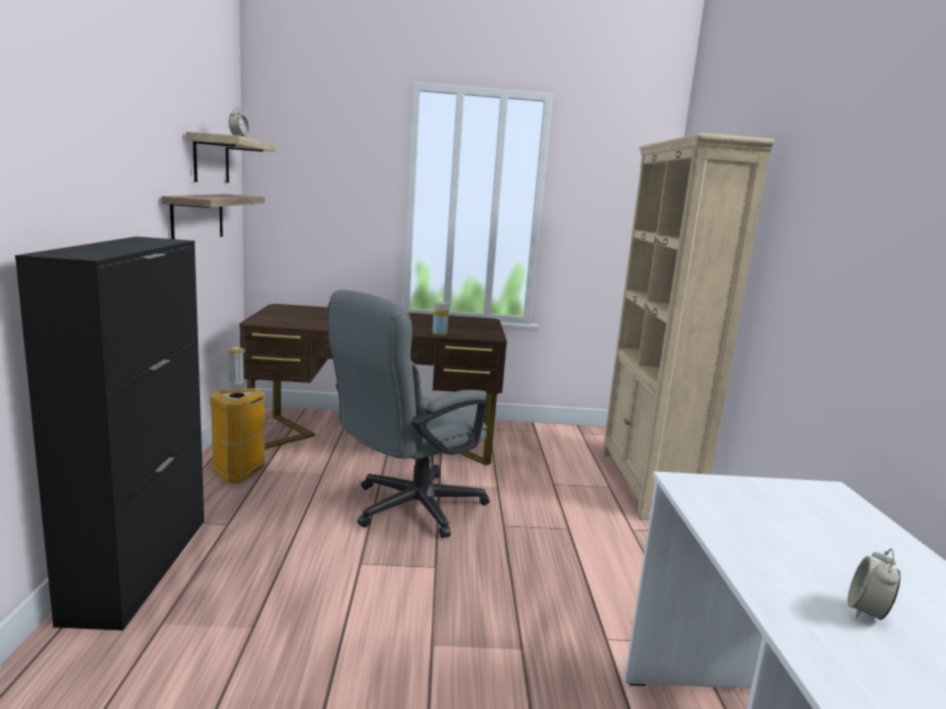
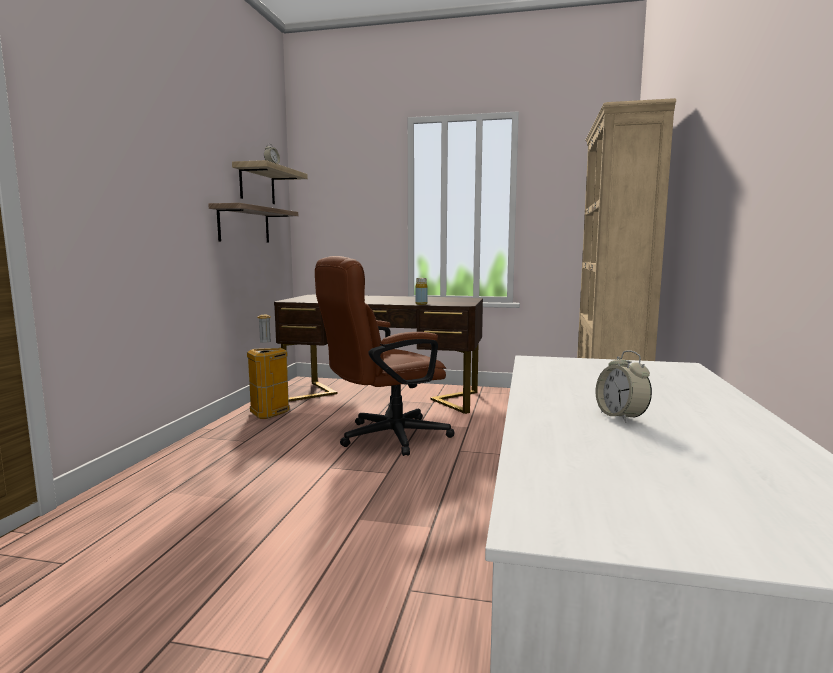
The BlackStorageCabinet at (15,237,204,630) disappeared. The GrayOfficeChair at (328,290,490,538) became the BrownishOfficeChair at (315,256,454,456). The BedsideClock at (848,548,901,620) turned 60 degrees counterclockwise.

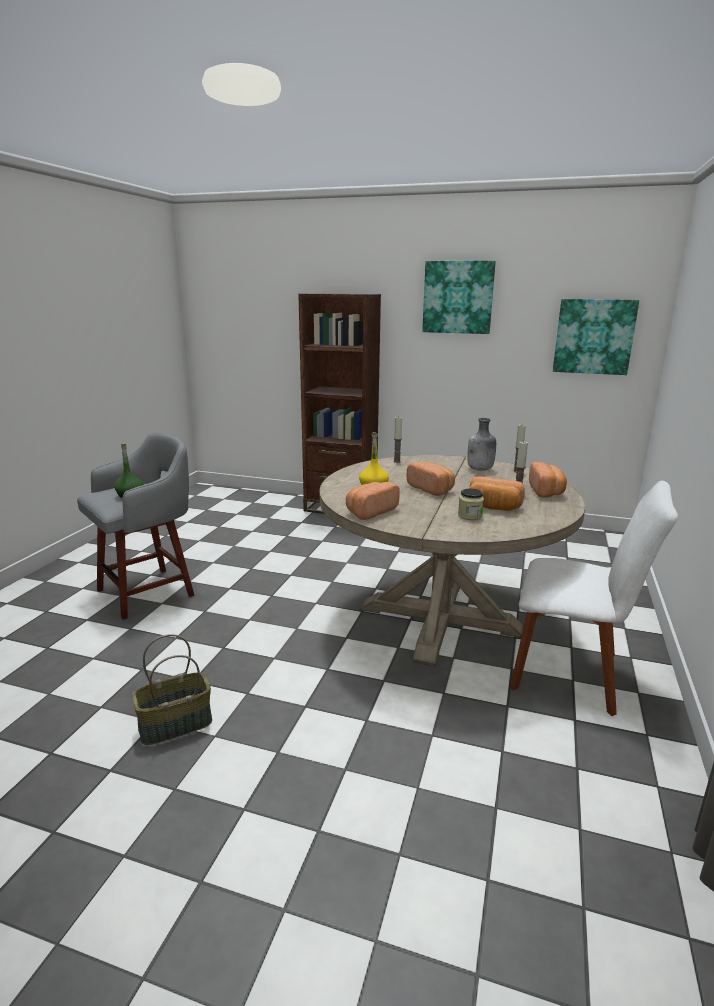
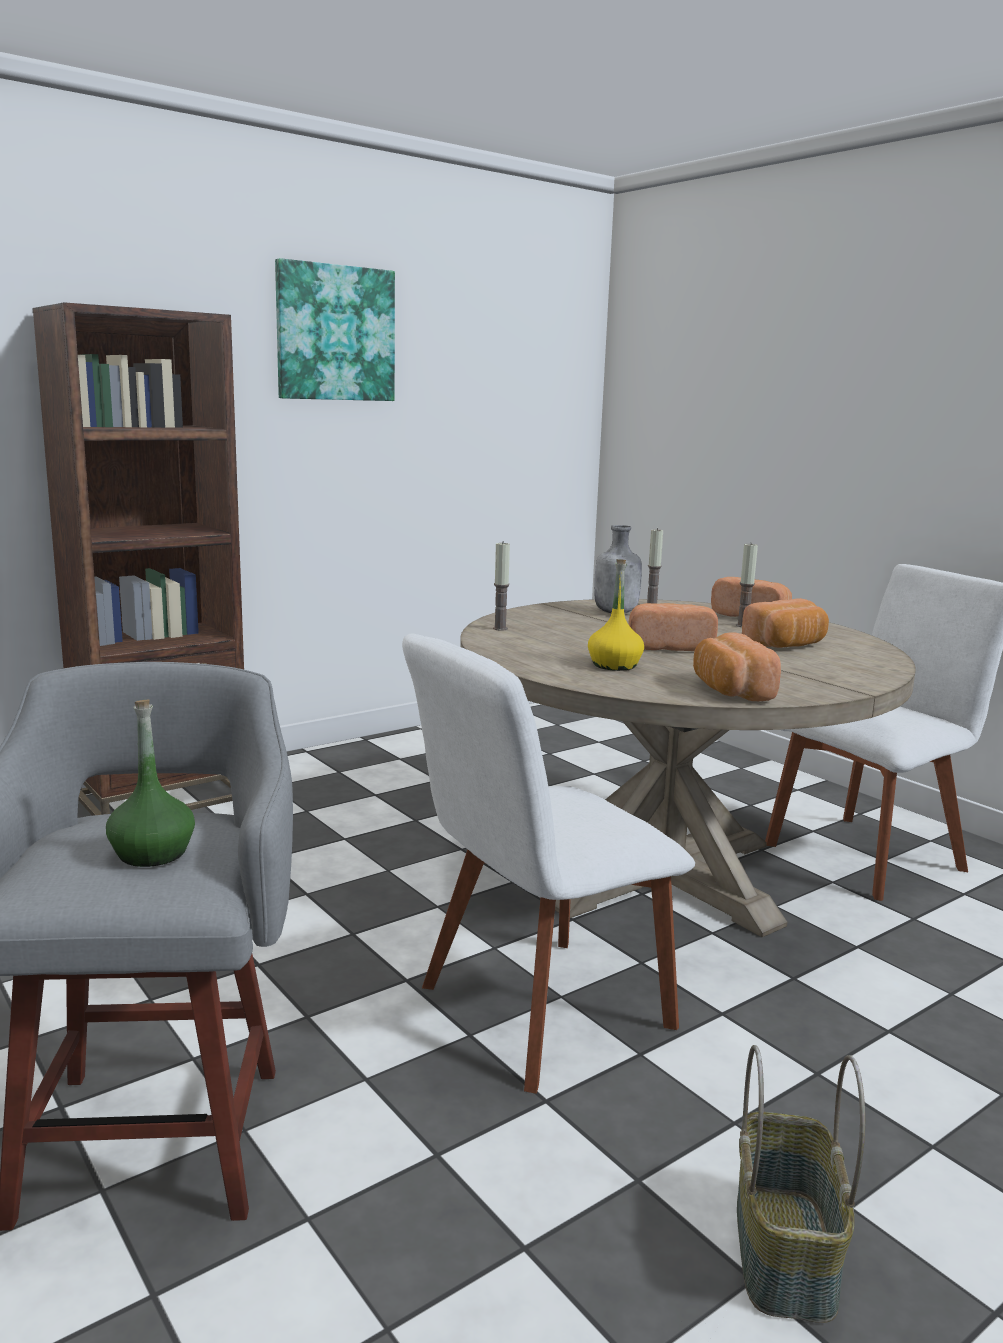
The WallArt at (553,299,639,375) disappeared. The StorageJar at (458,488,484,520) disappeared. The WhiteUprightChair at (402,633,695,1094) appeared.

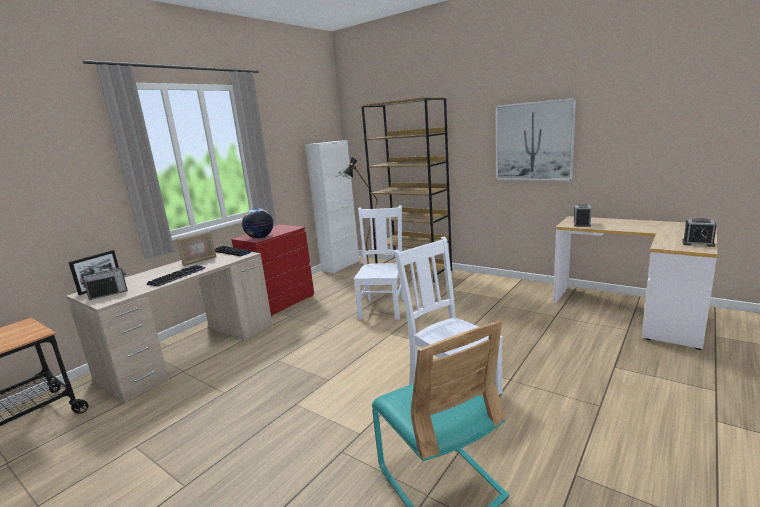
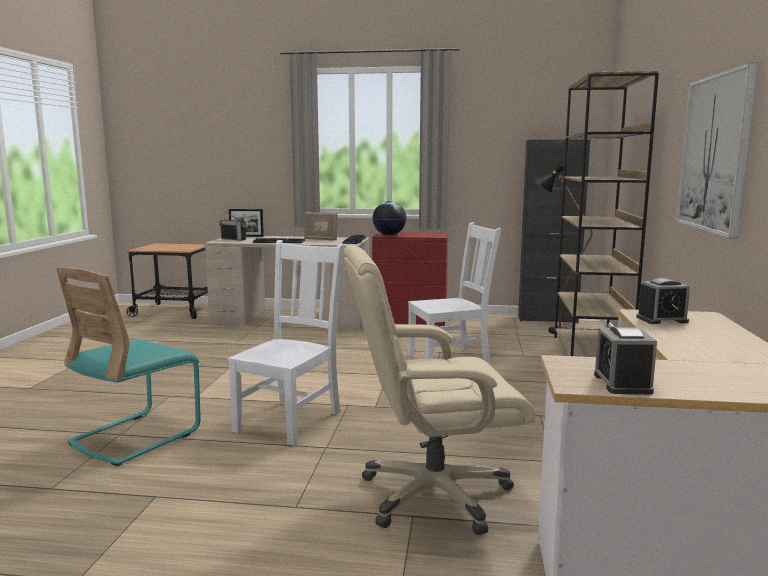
The WhiteStorageCabinet at (305,140,360,273) became the BlackStorageCabinet at (518,139,590,323). The SandColouredOfficeChair at (343,244,535,535) appeared.

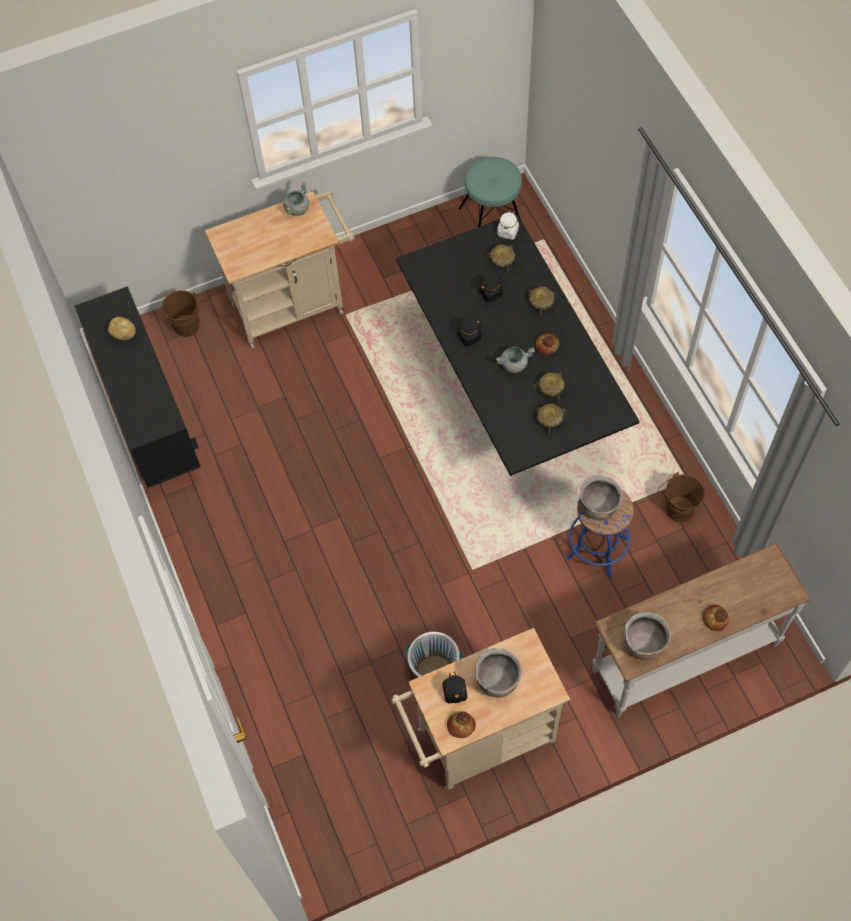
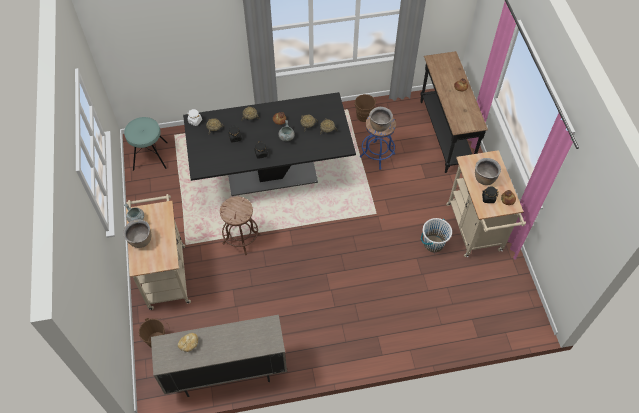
The BlackStorageCabinet at (75,286,200,488) became the SandColouredStorageCabinet at (151,315,287,397). The WhiteConsoleTable at (592,543,811,717) became the BlackConsoleTable at (420,51,488,173). The BrownishSaucepot moved from (624,612,671,660) to (123,219,151,248). The BrownishStool at (220,197,260,255) appeared.

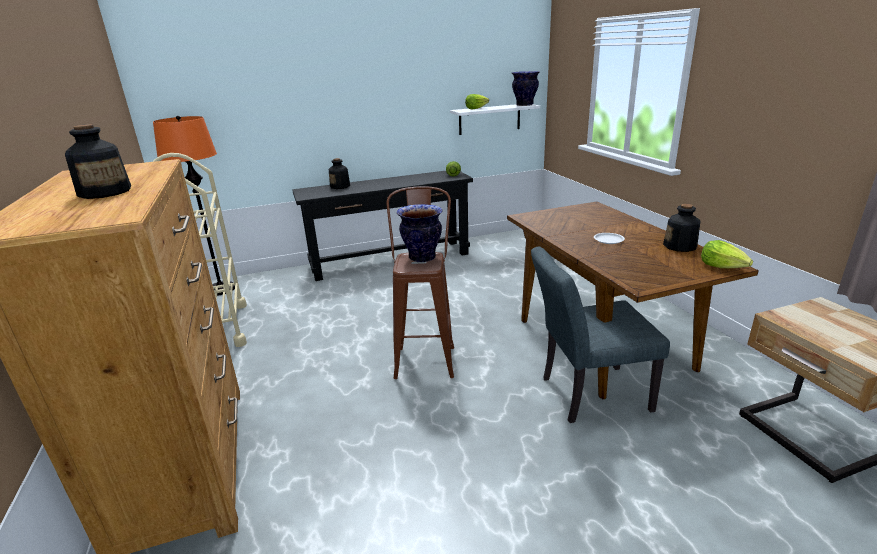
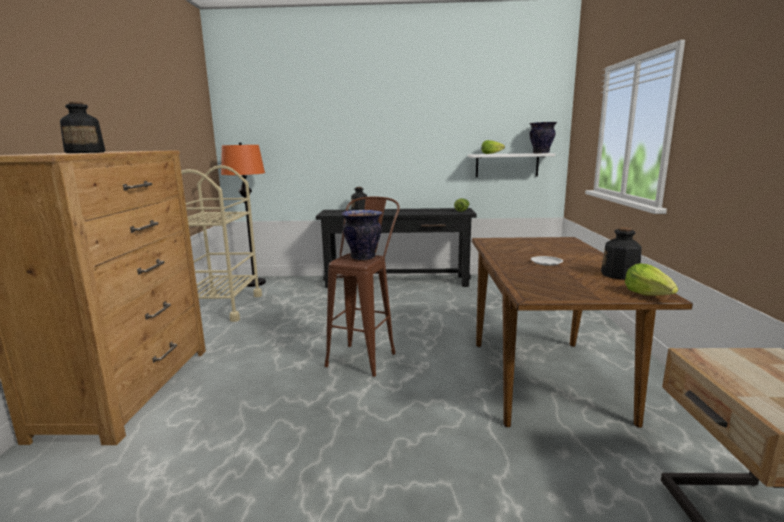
The GrayUprightChair at (531,247,670,423) disappeared.

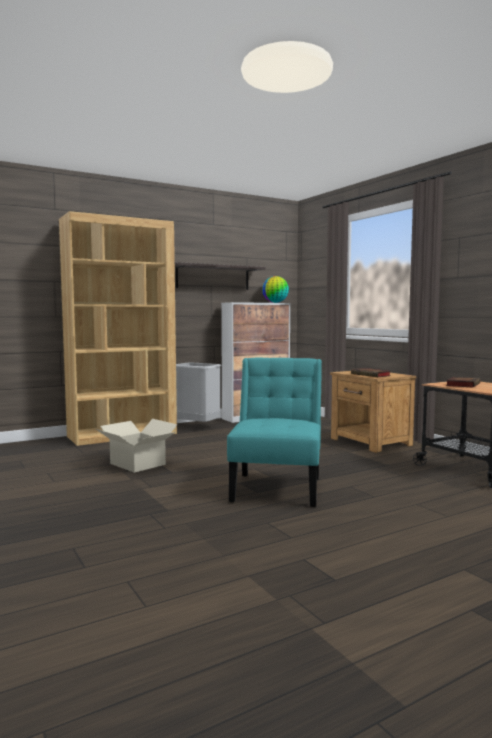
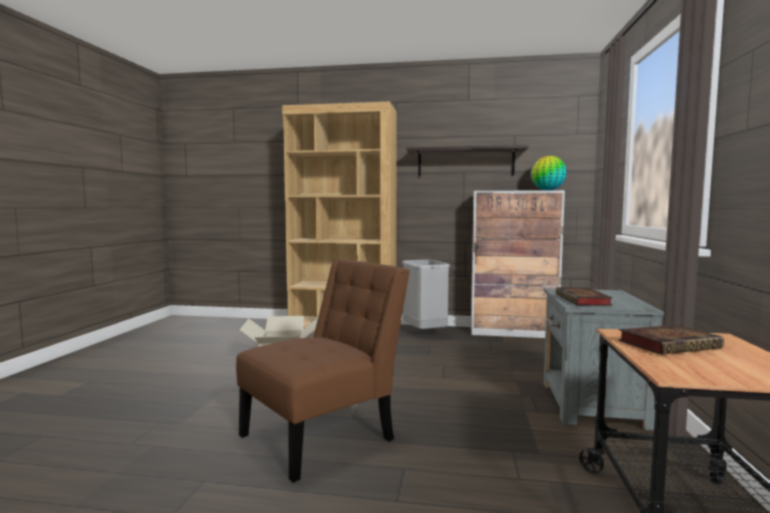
The TurquoiseColouredUprightChair at (227,358,322,507) became the BrownishUprightChair at (236,259,410,483). The BrownishBedsideTable at (330,371,417,453) became the GrayBedsideTable at (544,288,664,431).

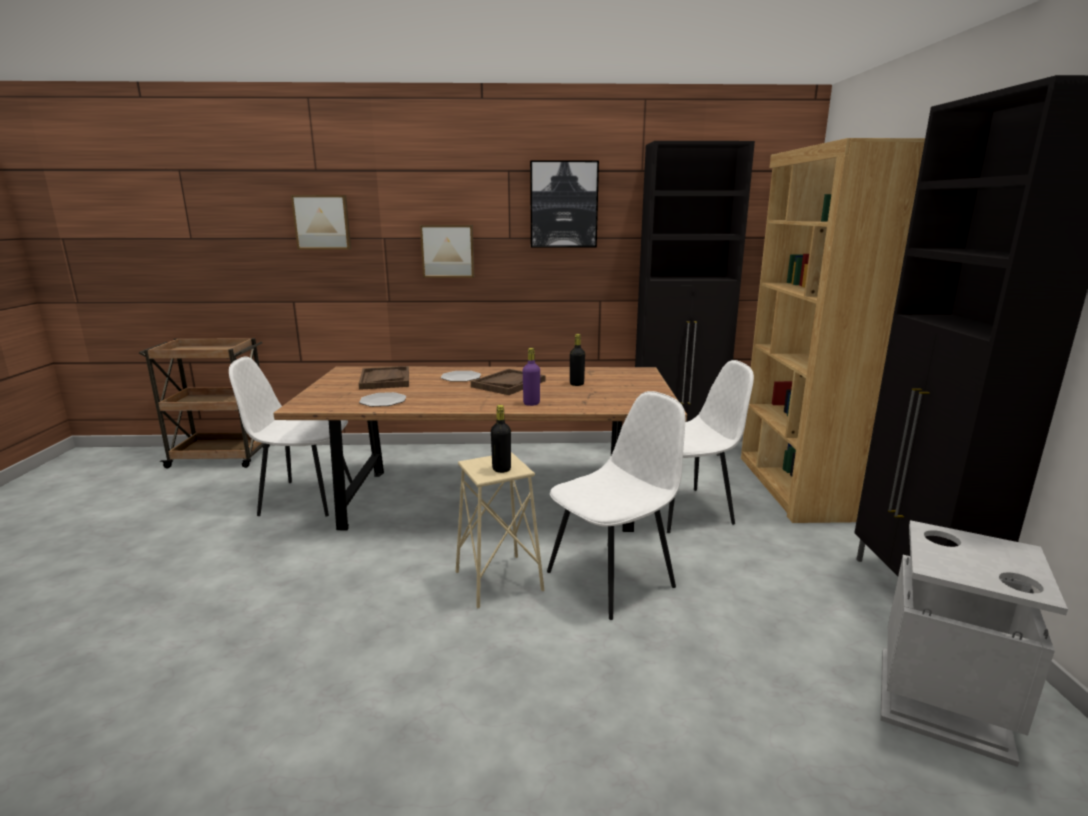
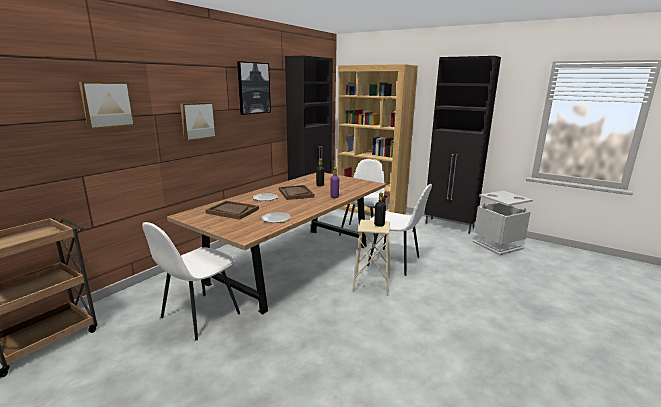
The WhiteUprightChair at (547,391,685,620) turned 120 degrees clockwise.

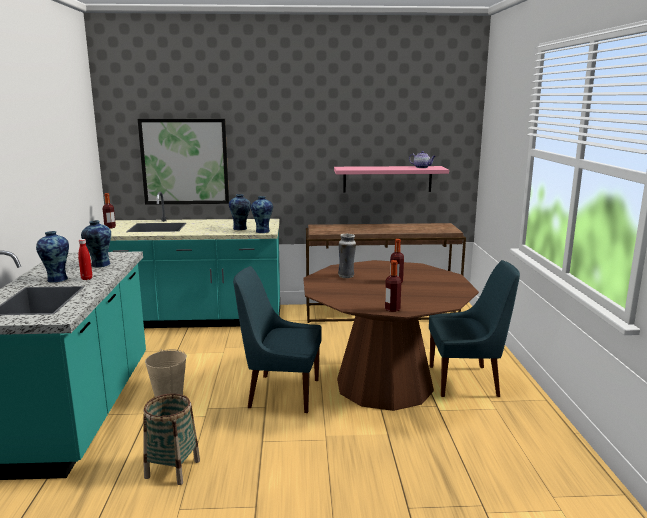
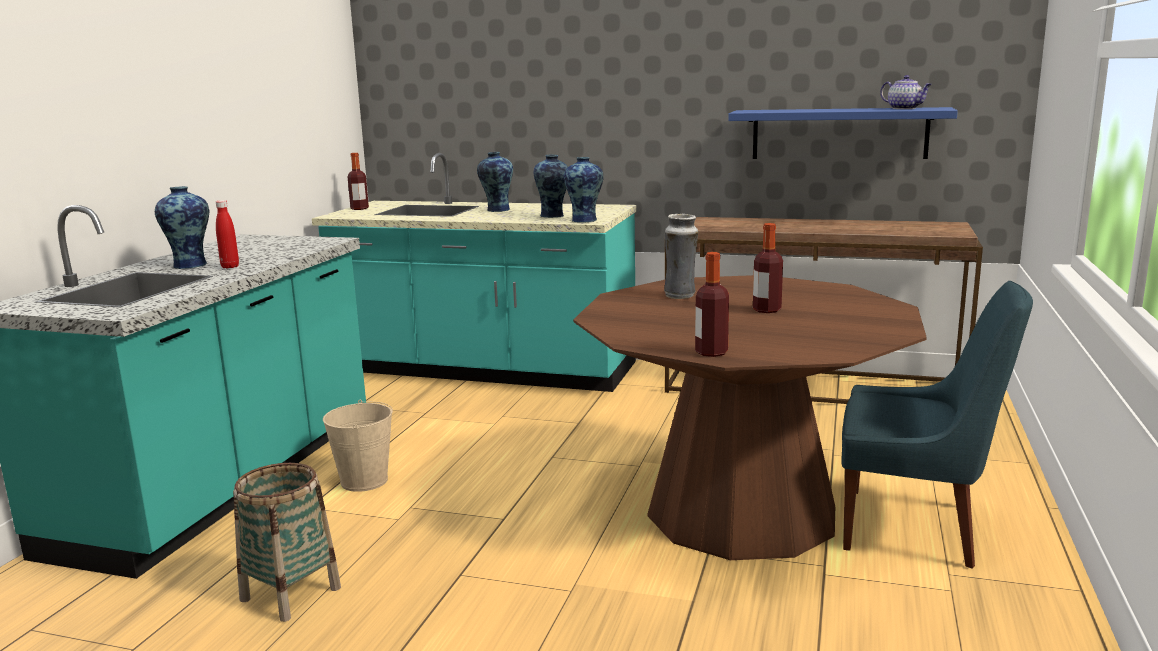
The WallArt at (138,119,229,205) disappeared. The PinkishWallShelf at (334,166,449,193) became the BluishWallShelf at (728,107,958,159). The DecorativeVase moved from (81,220,111,268) to (477,152,513,212). The BluishUprightChair at (233,266,322,413) disappeared.

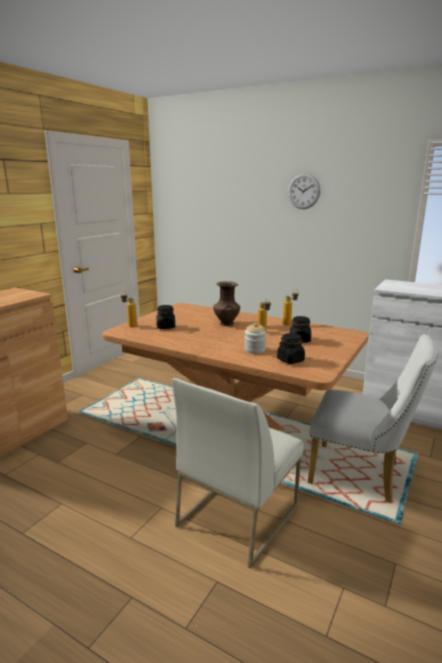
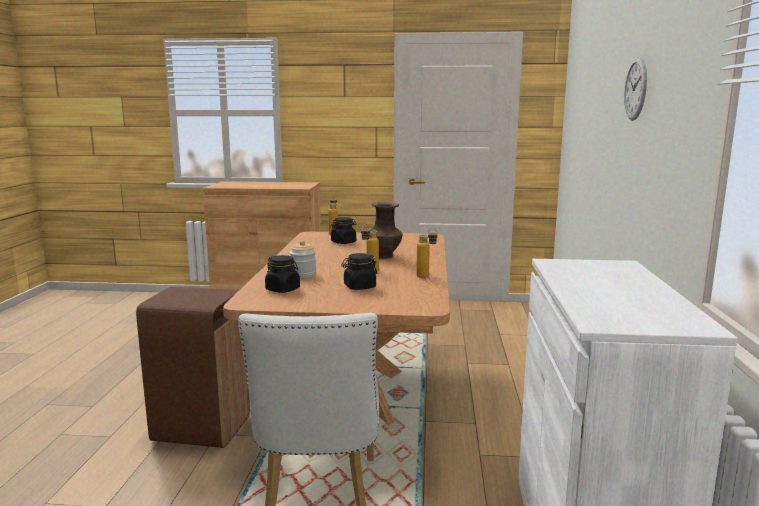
The WhiteUprightChair at (172,378,304,569) was replaced by the BrownishWasteBin at (136,287,250,448).

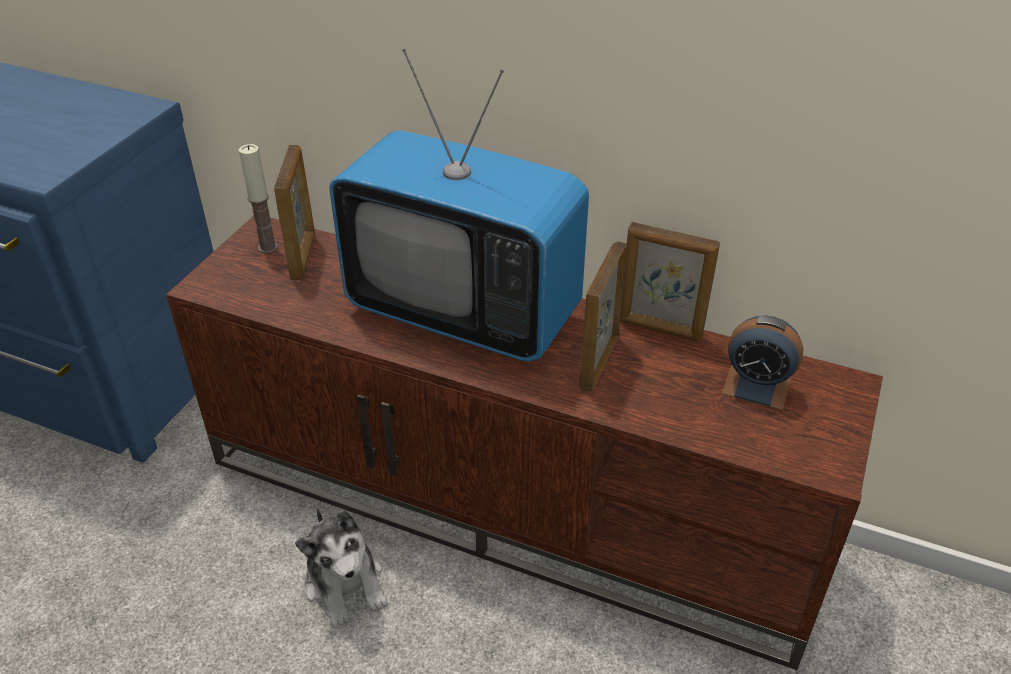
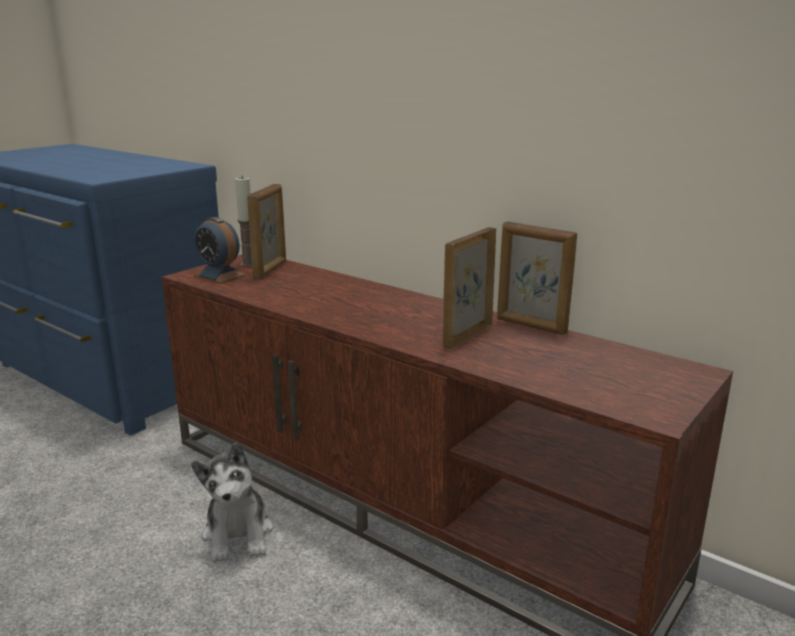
The Television at (329,48,589,361) disappeared. The BedsideClock moved from (722,316,803,410) to (194,217,246,283).

